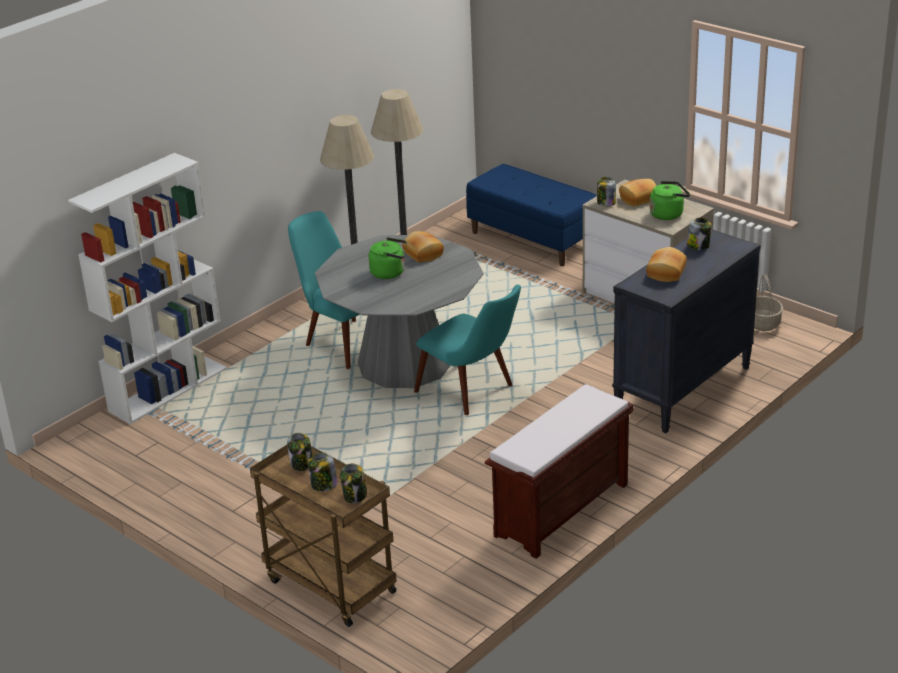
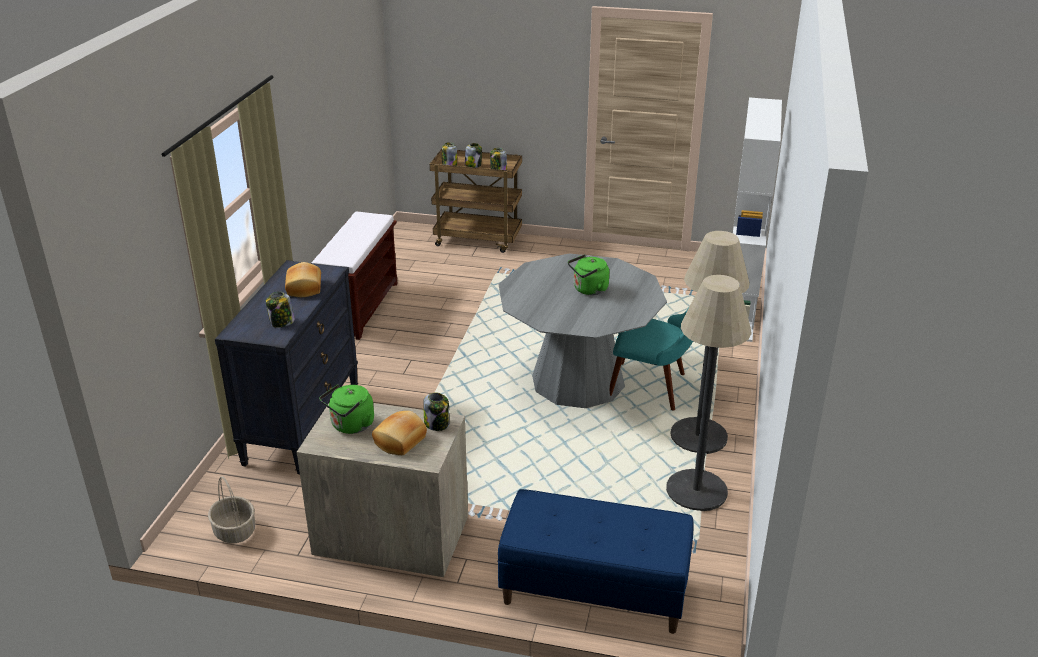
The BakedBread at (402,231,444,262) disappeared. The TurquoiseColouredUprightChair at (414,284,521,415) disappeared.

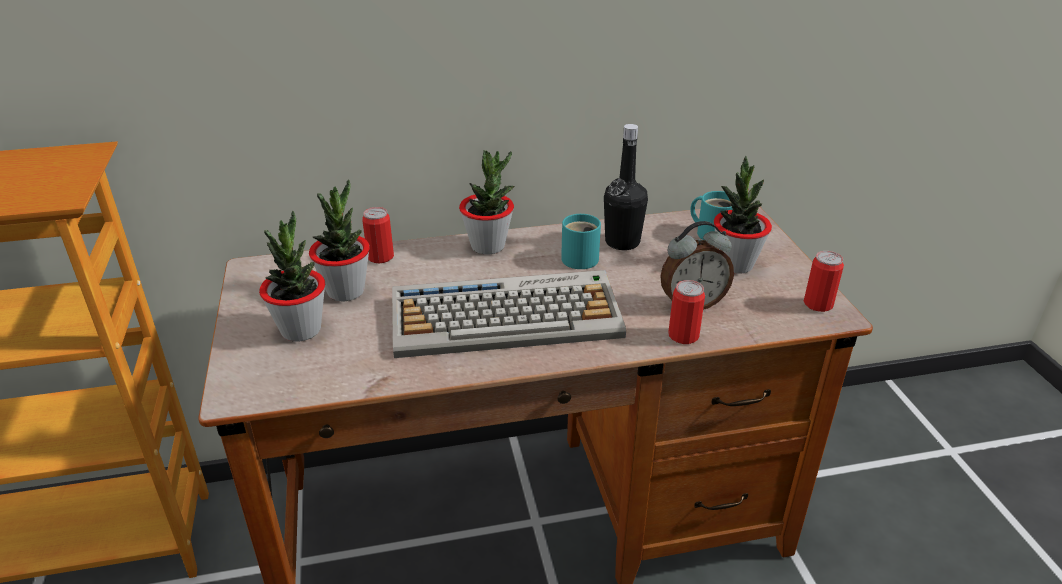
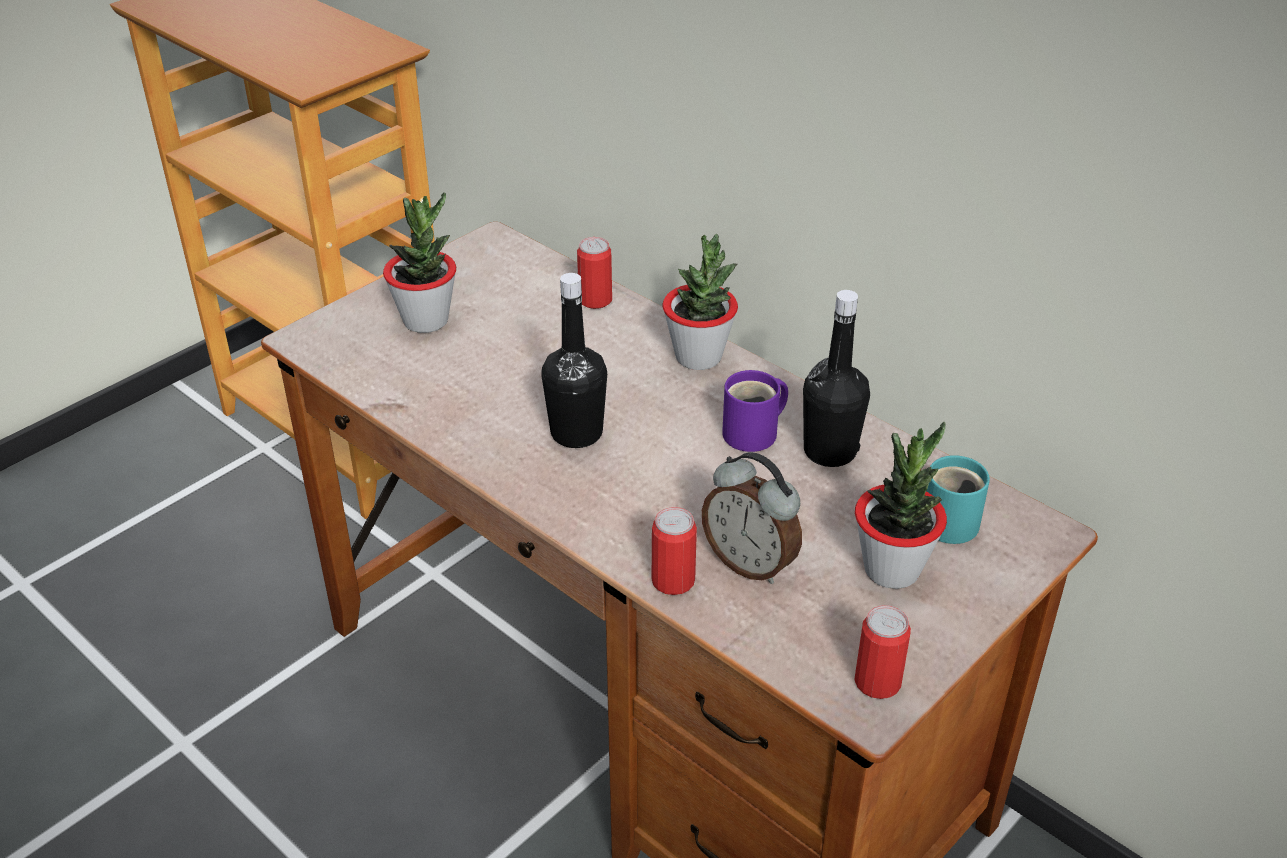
The PottedPlant at (309,179,370,301) disappeared. The TurquoiseColouredCoffeeMug at (561,214,601,269) became the PurplishCoffeeMug at (722,370,788,452). The ComputerKeyboard at (392,270,626,358) was replaced by the BlackDrinkBottle at (542,273,607,448).

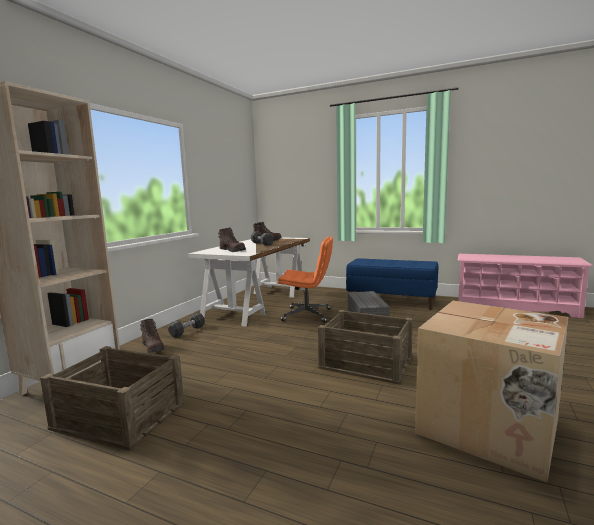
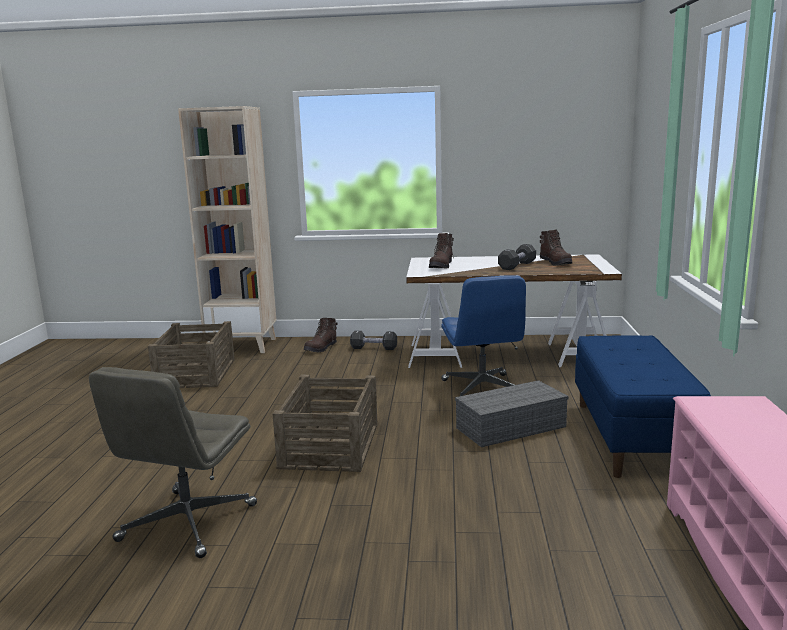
The OrangeColouredOfficeChair at (278,237,333,323) became the BluishOfficeChair at (441,275,526,396). The CardboardBox at (415,301,569,483) was replaced by the GrayOfficeChair at (89,367,257,558).

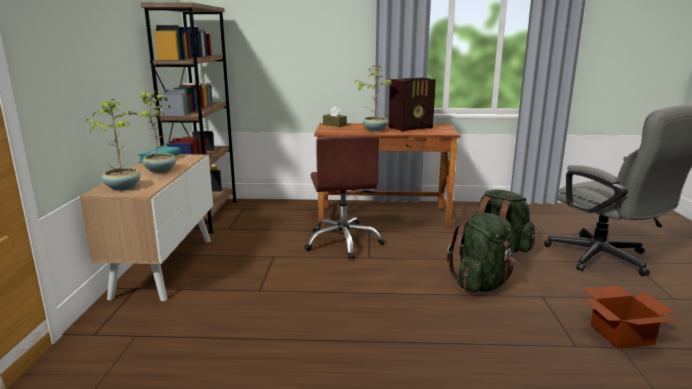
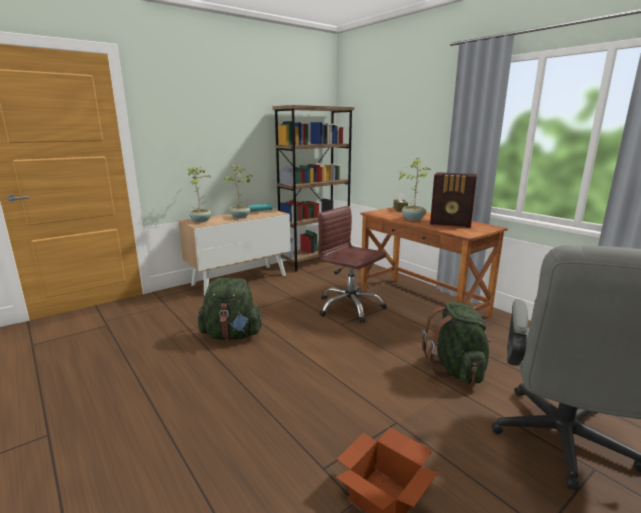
The BrownishOfficeChair at (304,135,385,259) turned 90 degrees clockwise. The GreenKnapsack moved from (446,213,516,292) to (198,278,263,340).

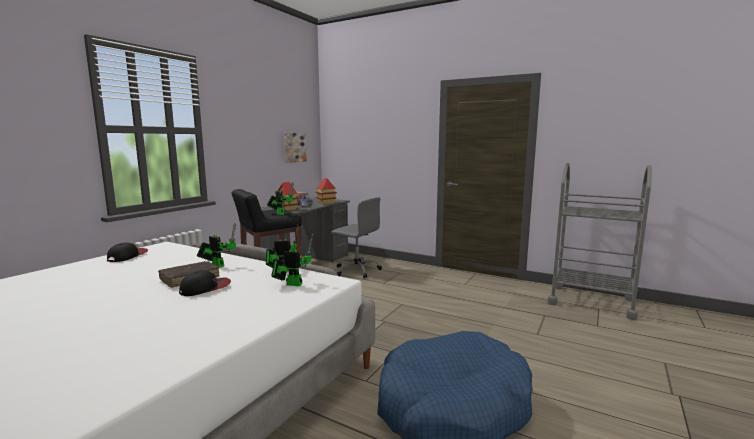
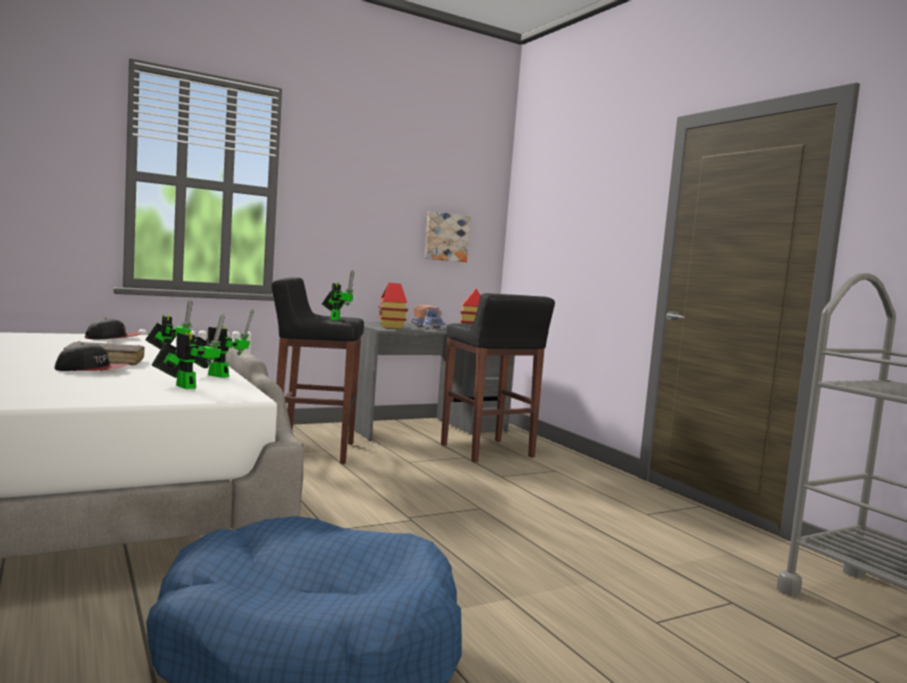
The GrayOfficeChair at (331,197,382,278) was replaced by the BlackStool at (441,293,555,463).

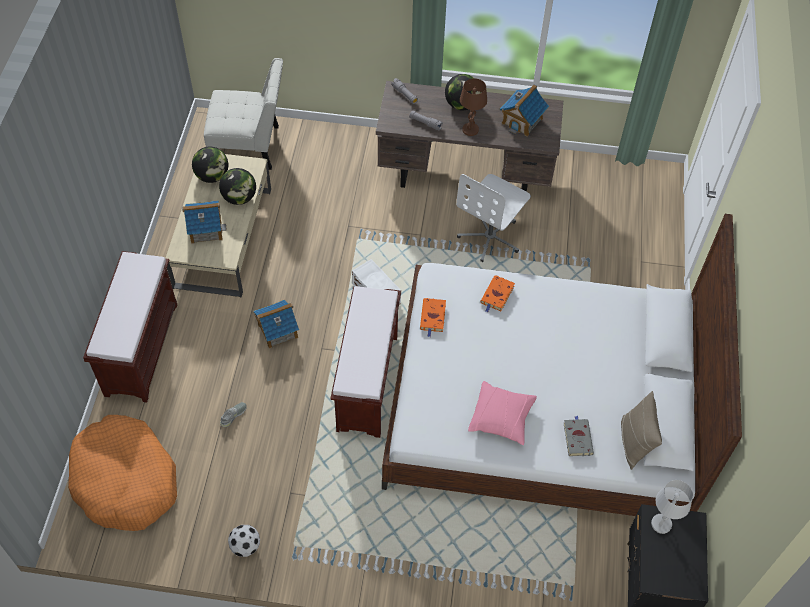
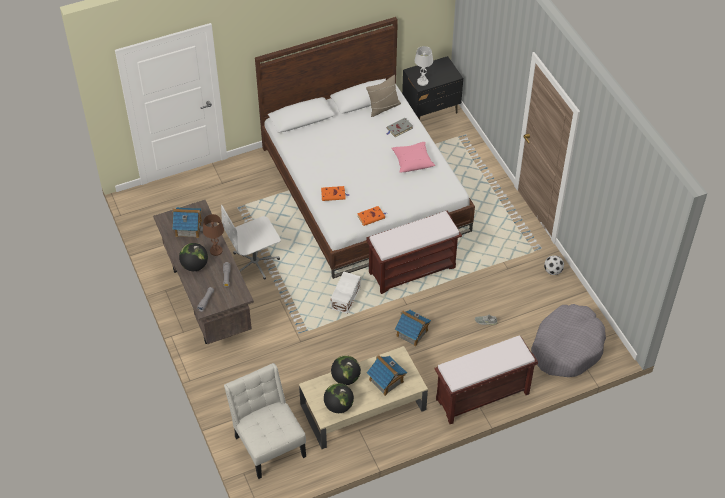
The WhiteOfficeChair at (456,174,531,262) turned 150 degrees clockwise. The OrangeColouredDogBed at (68,415,177,531) became the GrayDogBed at (531,304,606,377).

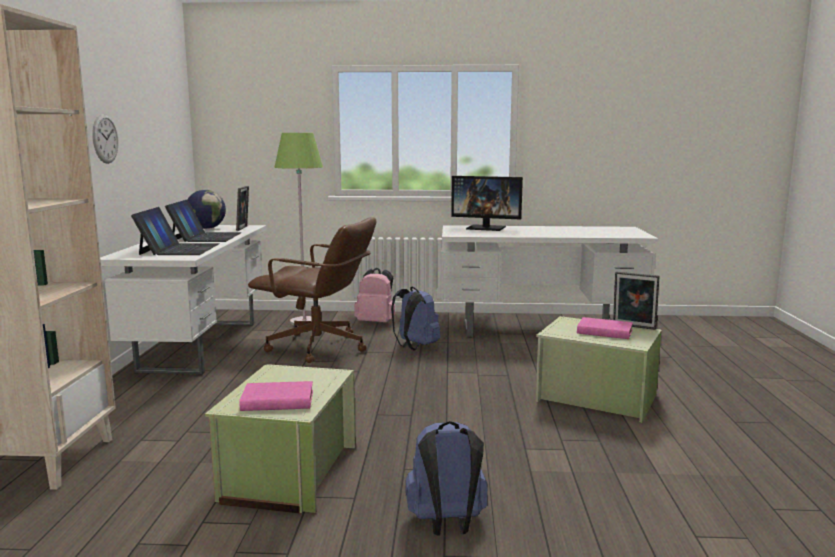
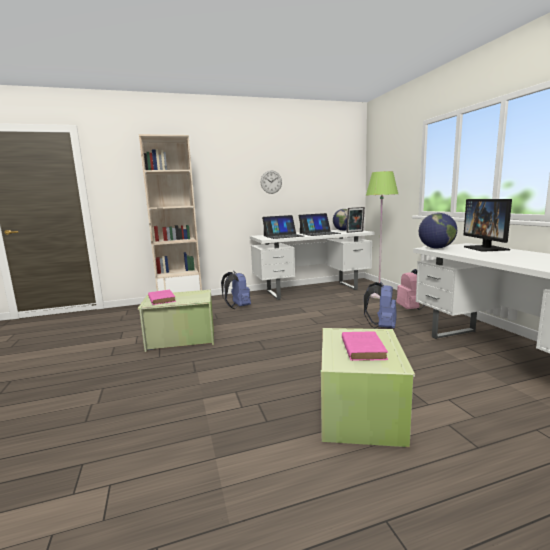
The BrownishOfficeChair at (248,217,376,363) disappeared. The PhotoFrame at (613,271,659,330) disappeared. The BluishKnapsack moved from (405,421,488,536) to (221,271,251,309). The DeskGlobe at (419,213,457,249) appeared.

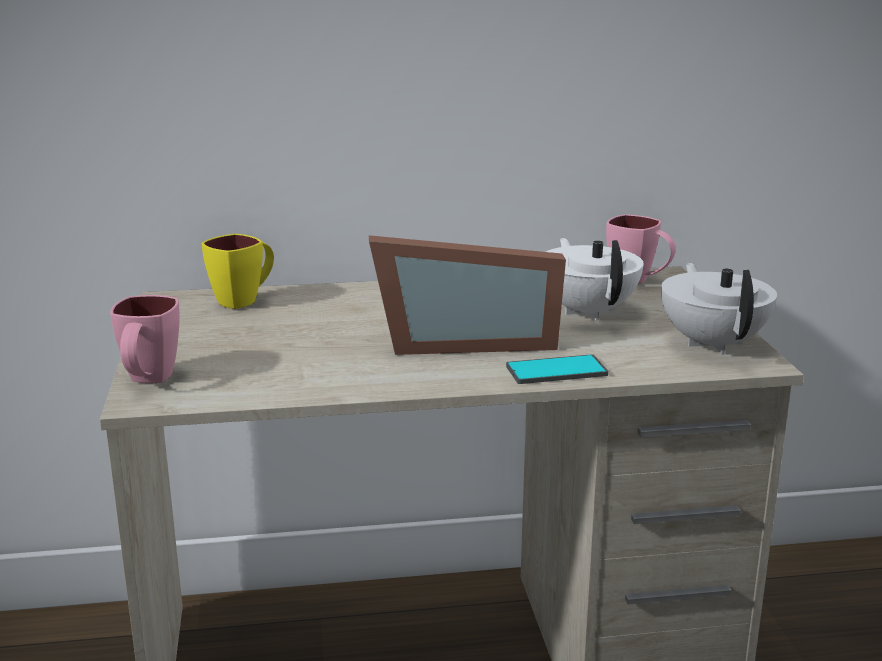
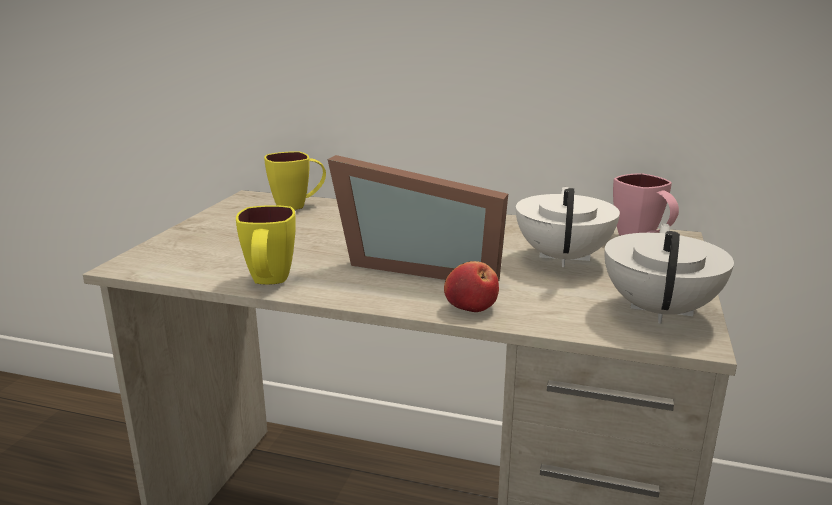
The PinkishCoffeeMug at (110,295,180,383) disappeared. The Phone at (506,354,608,384) was replaced by the AppleFruit at (444,261,499,312). The YellowColouredCoffeeMug at (236,205,296,285) appeared.

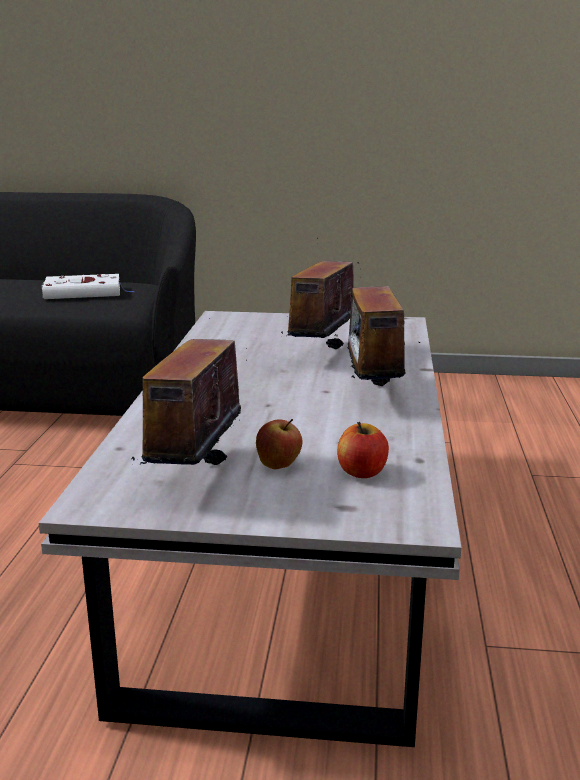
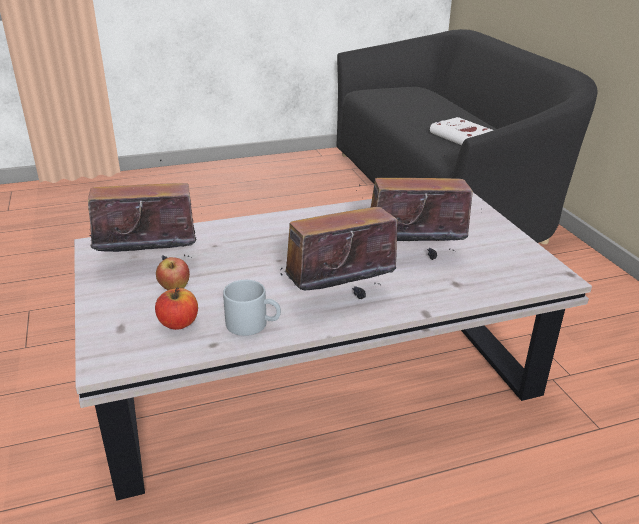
The GrayCoffeeMug at (223,280,281,336) appeared.

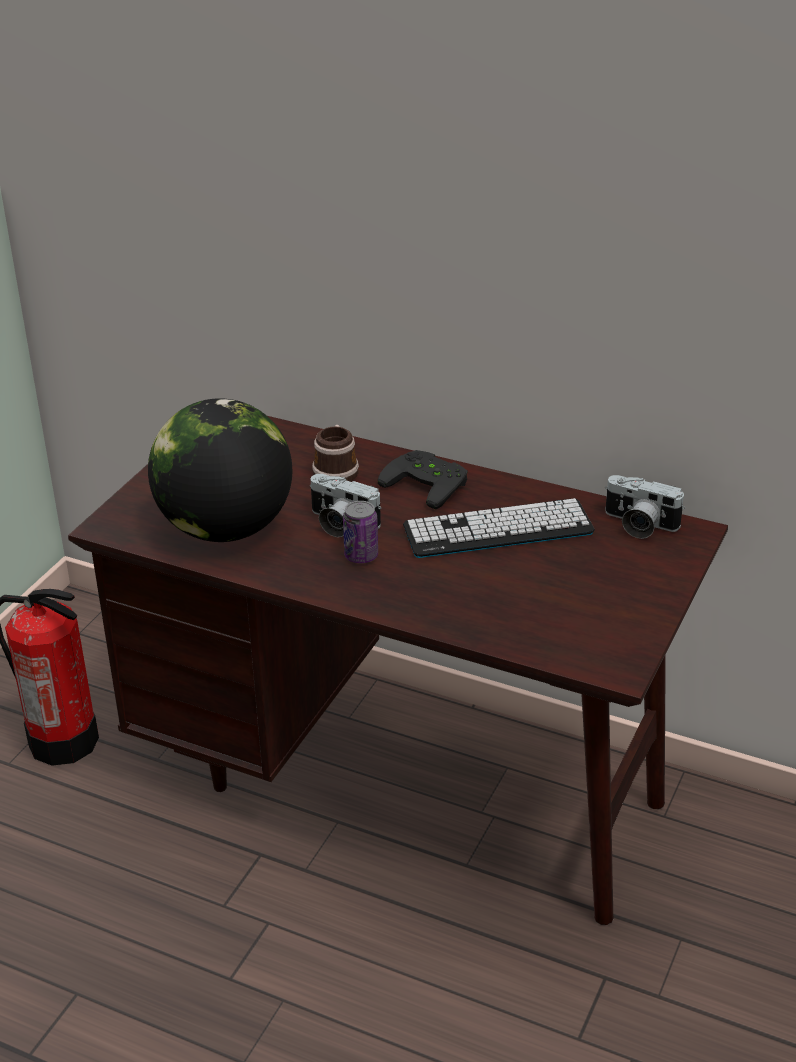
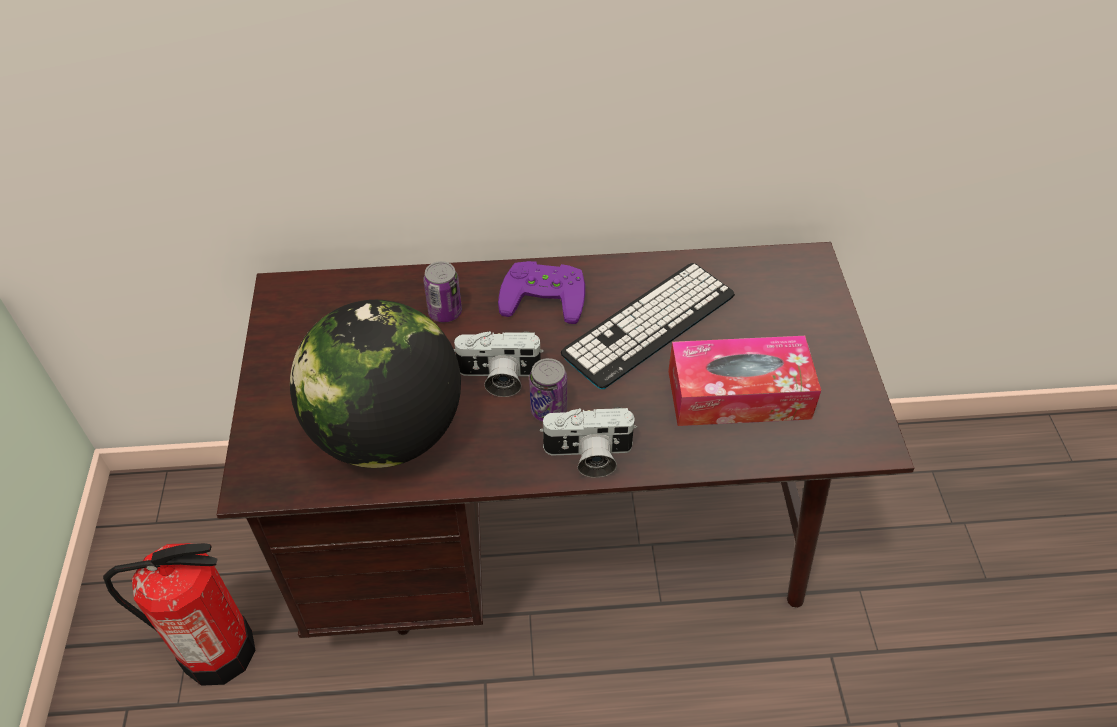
The CoffeeMug at (312,425,359,482) was replaced by the SealedCan at (423,261,462,322). The BlackJoypad at (378,450,468,510) became the PurplishJoypad at (498,261,585,324). The PhotoCamera moved from (605,475,685,539) to (539,407,637,478). The TissueBox at (668,336,821,426) appeared.

